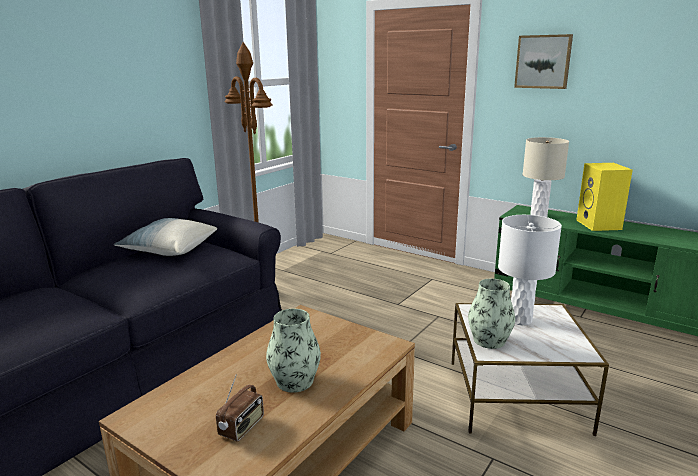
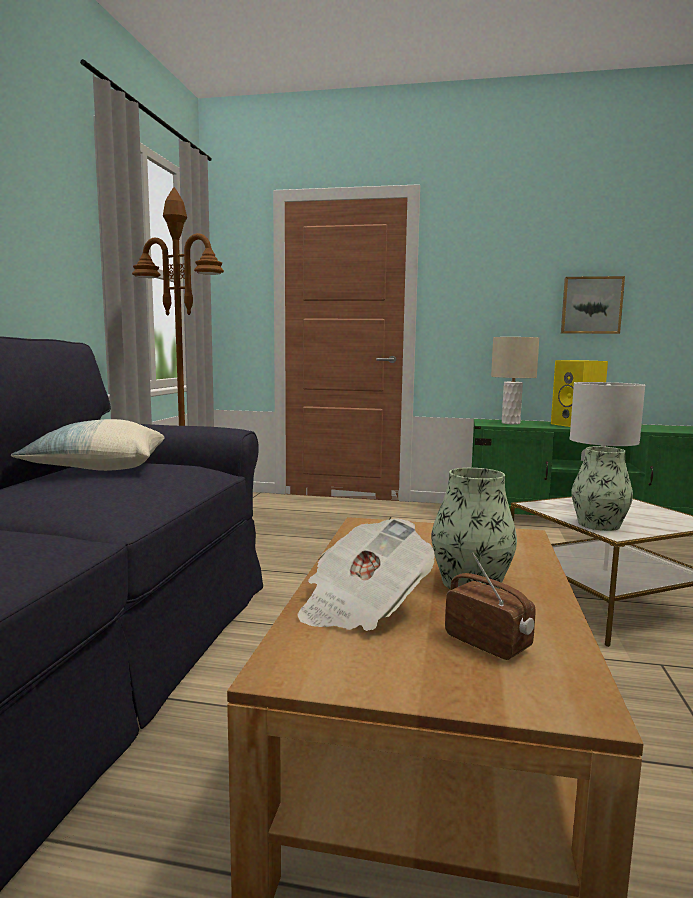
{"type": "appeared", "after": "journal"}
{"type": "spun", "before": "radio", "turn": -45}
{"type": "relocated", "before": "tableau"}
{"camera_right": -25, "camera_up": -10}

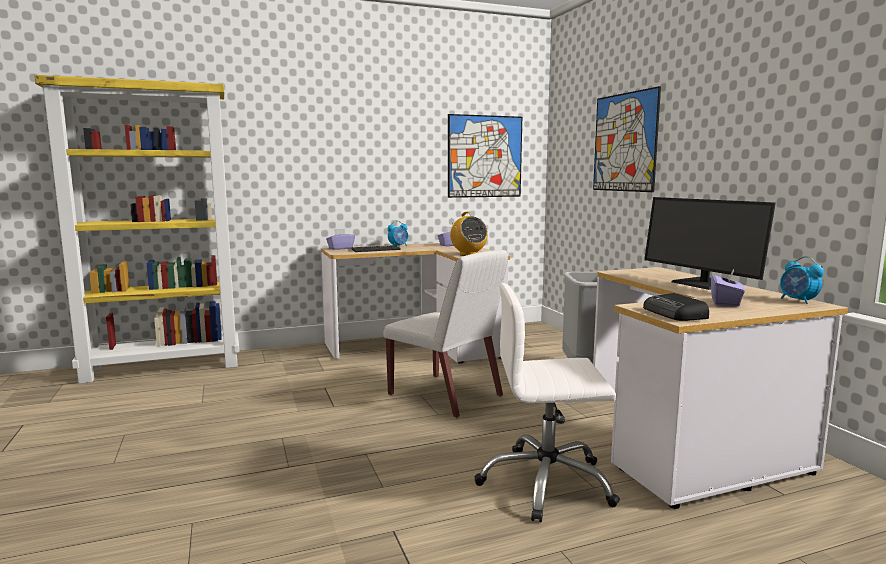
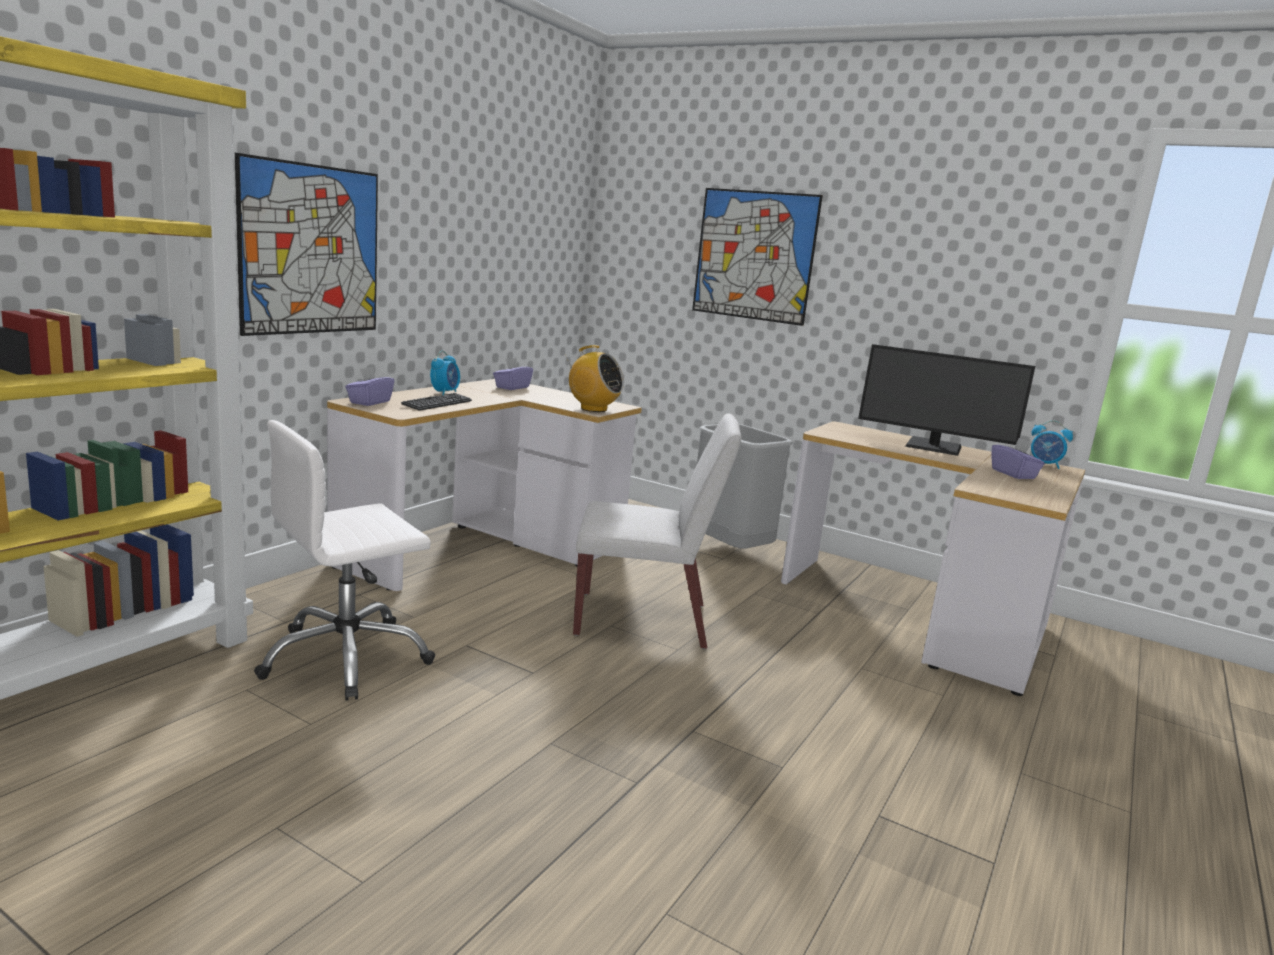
{"type": "relocated", "before": "tableau (no. 1 from left)"}
{"type": "relocated", "before": "chaise de bureau/blanc"}
{"type": "missing", "before": "radio (no. 2 from left)"}
{"camera_right": -40, "camera_up": 5}

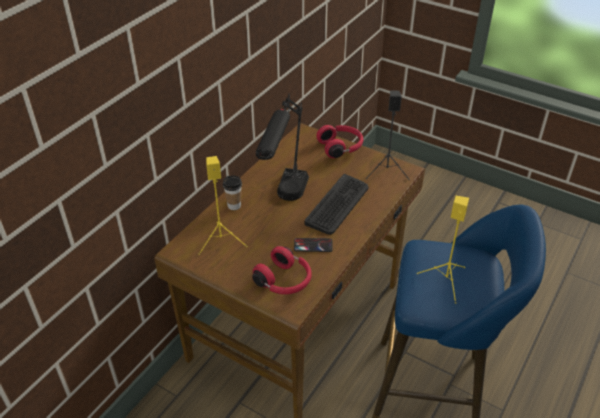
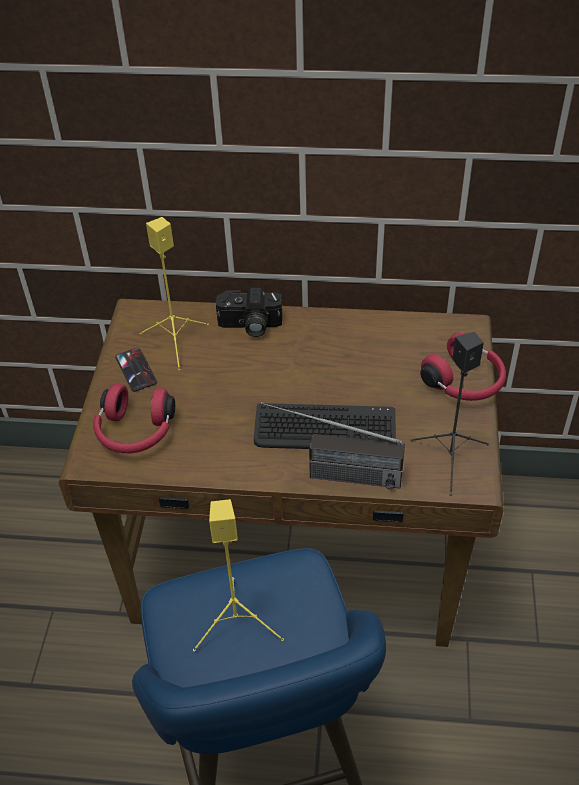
{"type": "relocated", "before": "téléphone"}
{"type": "exchanged", "before": "tasse", "after": "appareil photo"}
{"type": "appeared", "after": "radio"}
{"type": "missing", "before": "lampe de table/noir"}
{"camera_right": 65, "camera_up": 5}

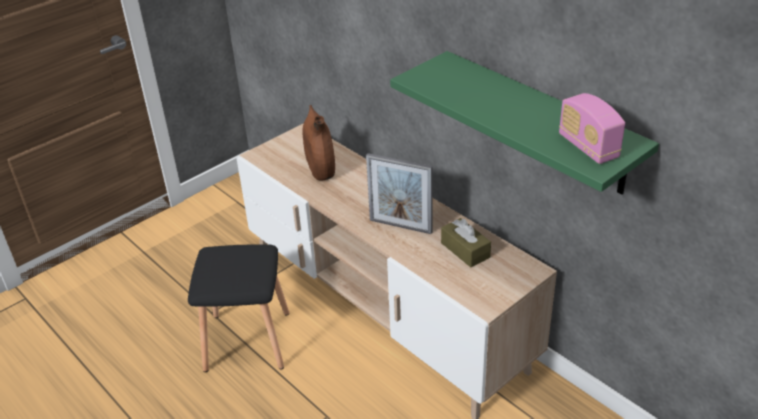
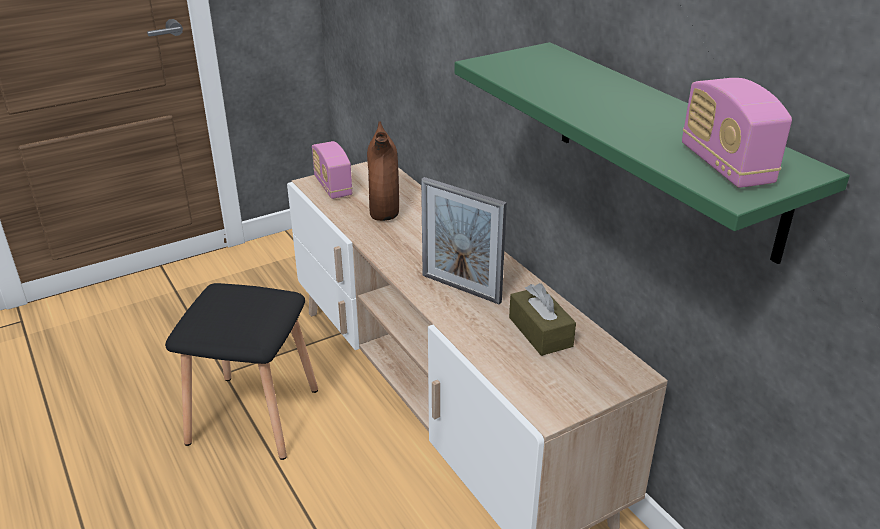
{"type": "appeared", "after": "radio (no. 1 from left)"}
{"camera_right": 10, "camera_up": -5}

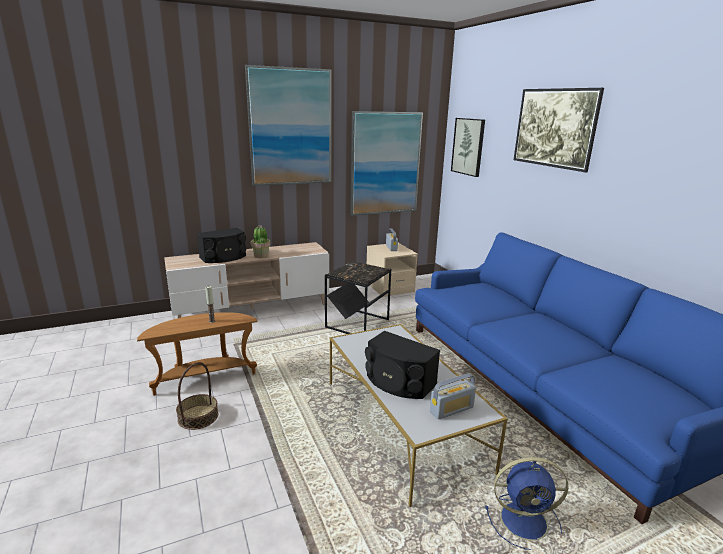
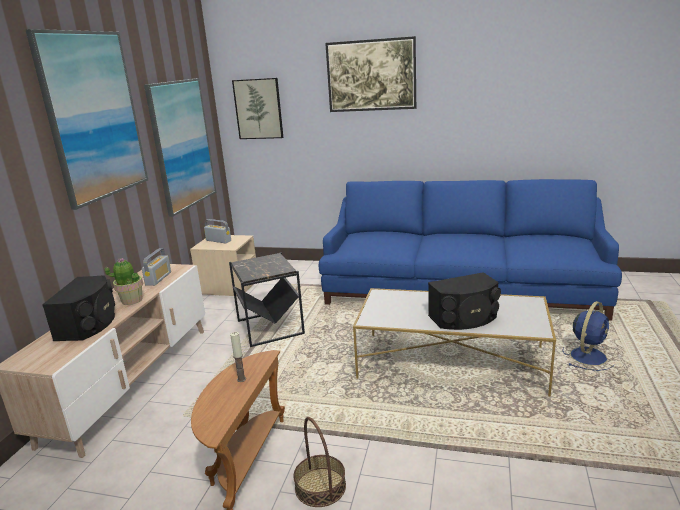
{"type": "relocated", "before": "radio (no. 2 from left in the first image)", "after": "radio (no. 1 from left)"}
{"camera_right": -50, "camera_up": 0}

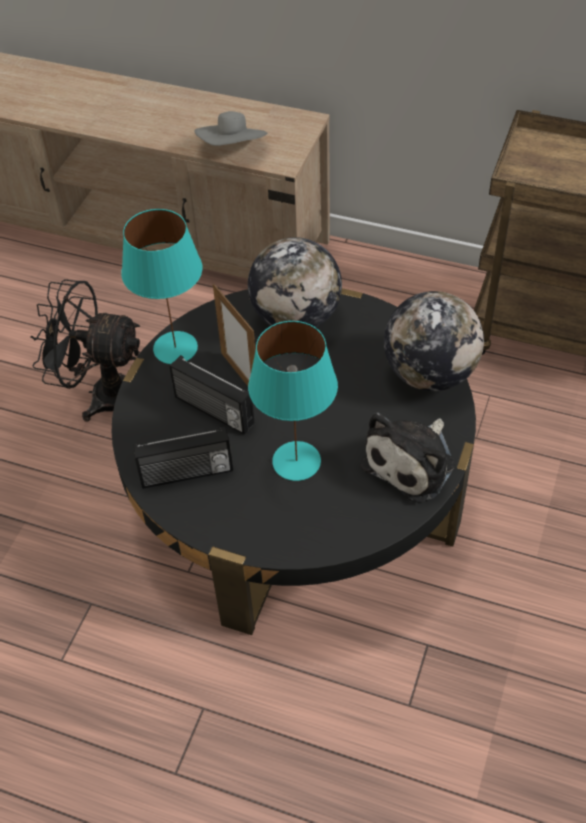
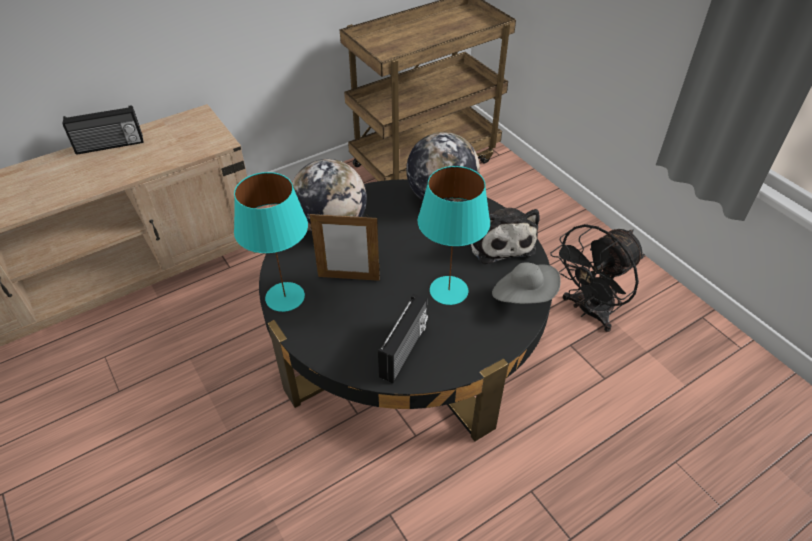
{"type": "relocated", "before": "radio (no. 2 from left in the first image)", "after": "radio (no. 1 from left)"}
{"type": "relocated", "before": "chapeau/gris"}
{"type": "relocated", "before": "ventilateur/noir"}
{"camera_right": -55, "camera_up": -5}

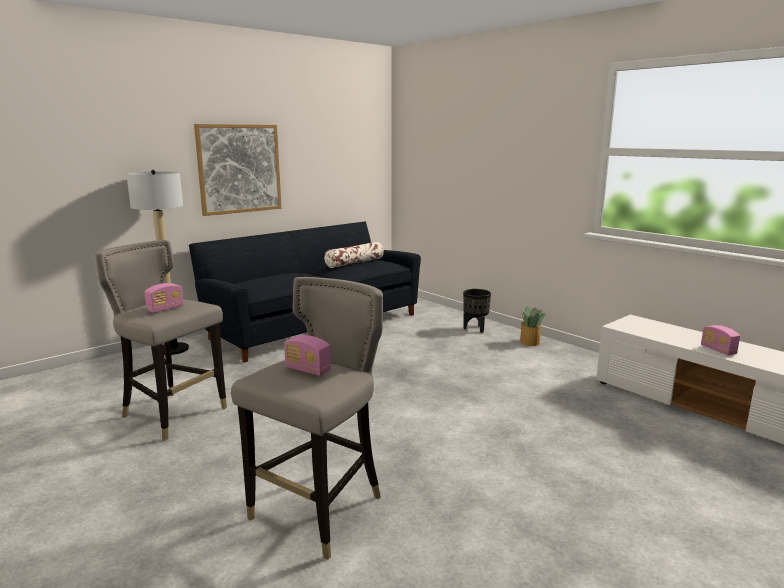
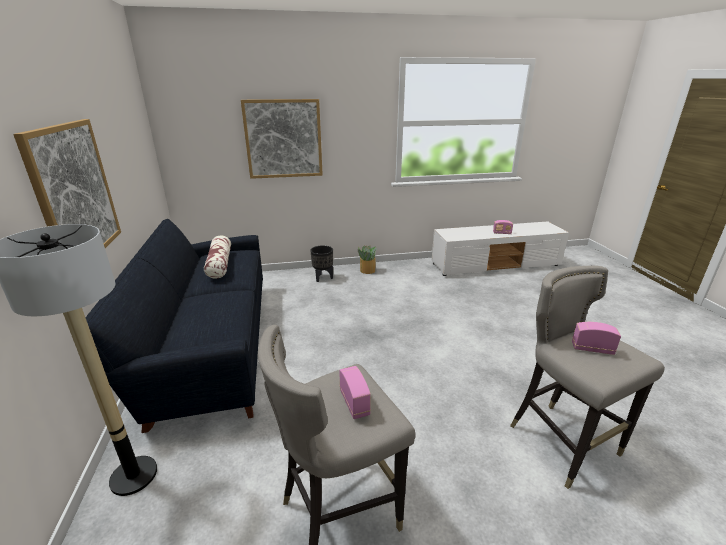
{"type": "appeared", "after": "tableau (no. 2 from left)"}
{"type": "spun", "before": "radio (no. 2 from left in the first image)", "turn": -135}
{"camera_right": -60, "camera_up": 10}

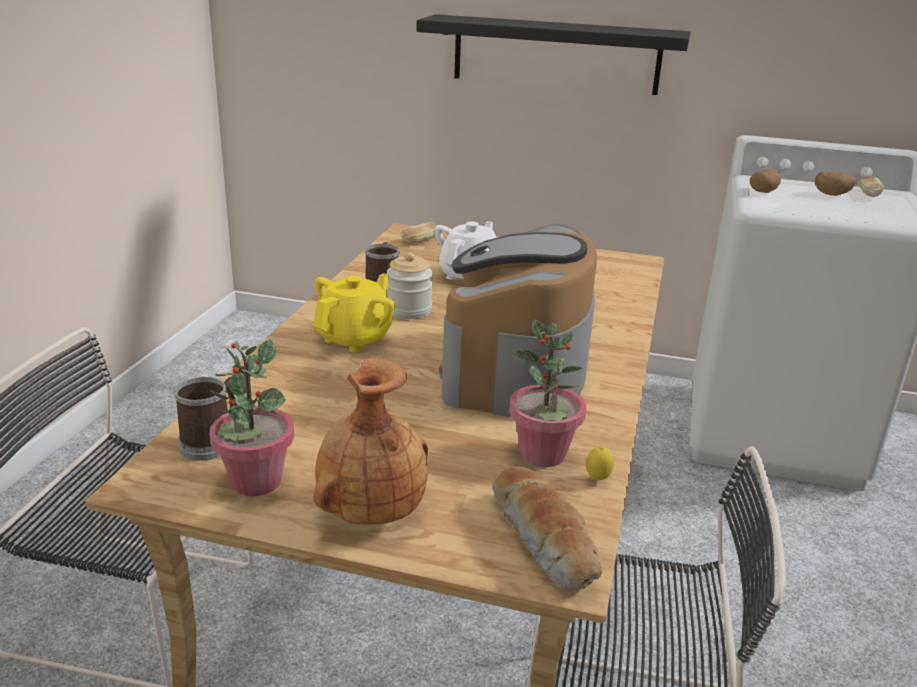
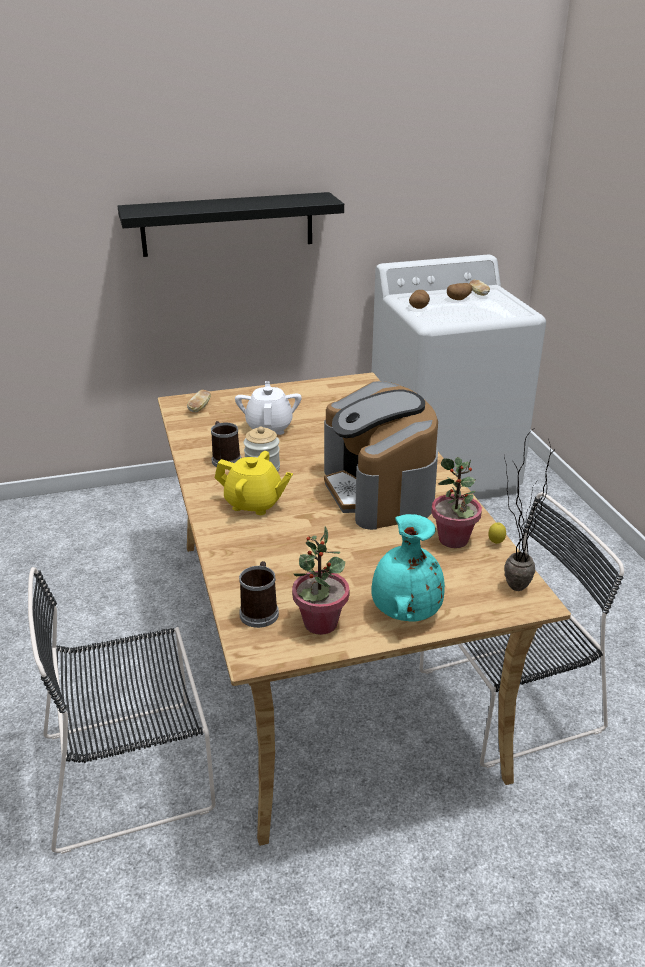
{"type": "spun", "before": "théière/jaune", "turn": 105}
{"type": "colour", "before": "vase/marron", "after": "vase/turquoise"}
{"type": "exchanged", "before": "pain (no. 2 from left)", "after": "plante en pot (no. 3 from left)"}
{"camera_right": -30, "camera_up": 5}

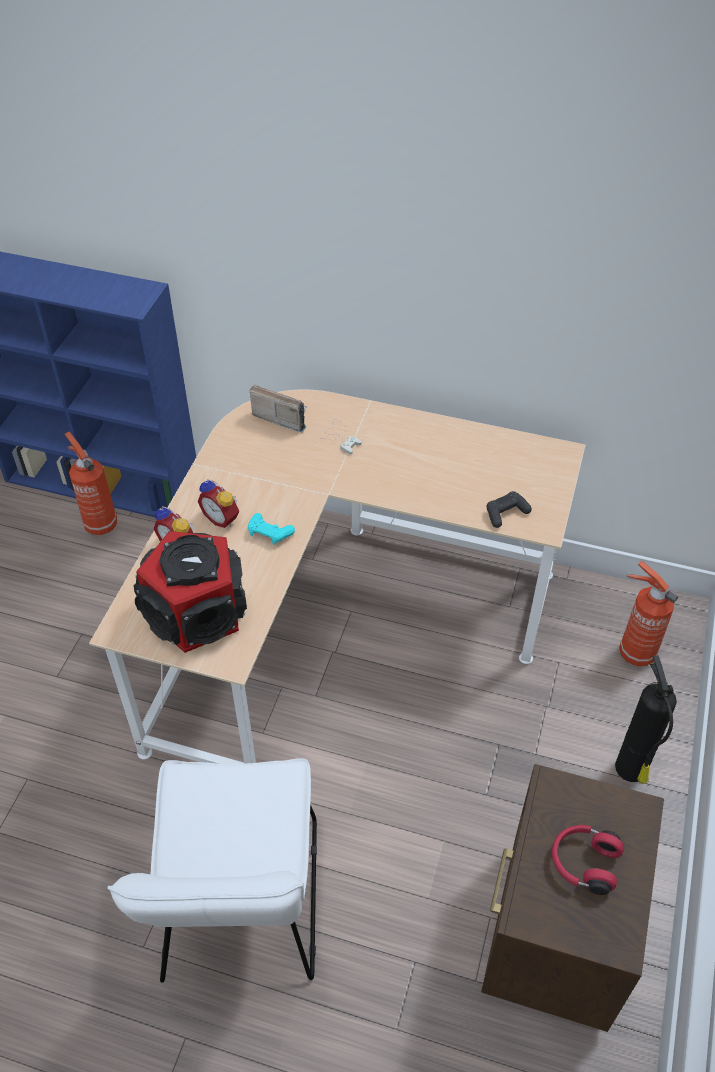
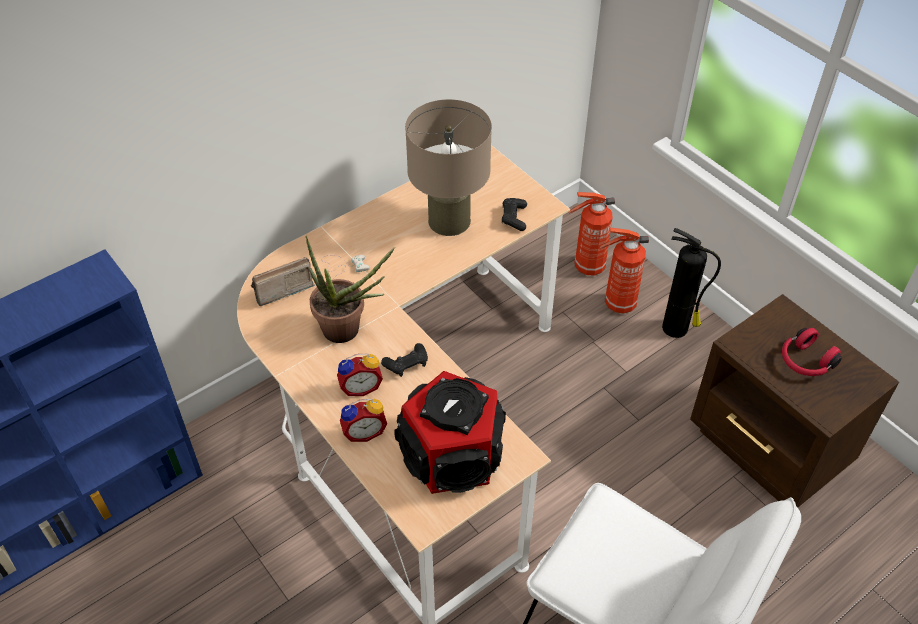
{"type": "appeared", "after": "plante en pot"}
{"type": "colour", "before": "manette/turquoise", "after": "manette/noir (no. 1 from left)"}
{"type": "appeared", "after": "lampe de table/beige"}
{"type": "relocated", "before": "extincteur (no. 1 from left in the first image)", "after": "extincteur (no. 2 from left)"}
{"camera_right": -55, "camera_up": 0}

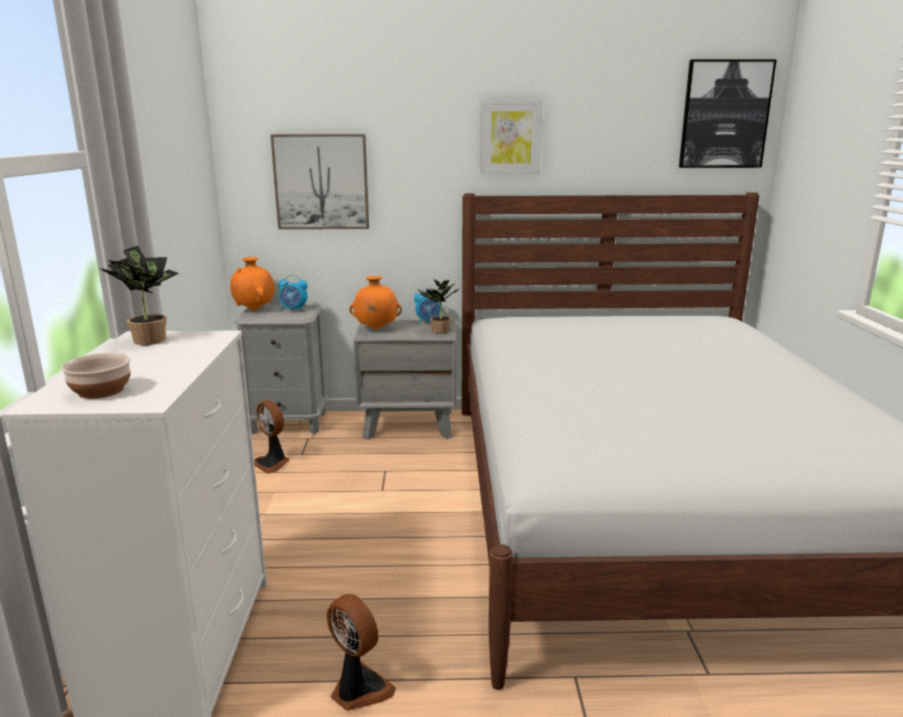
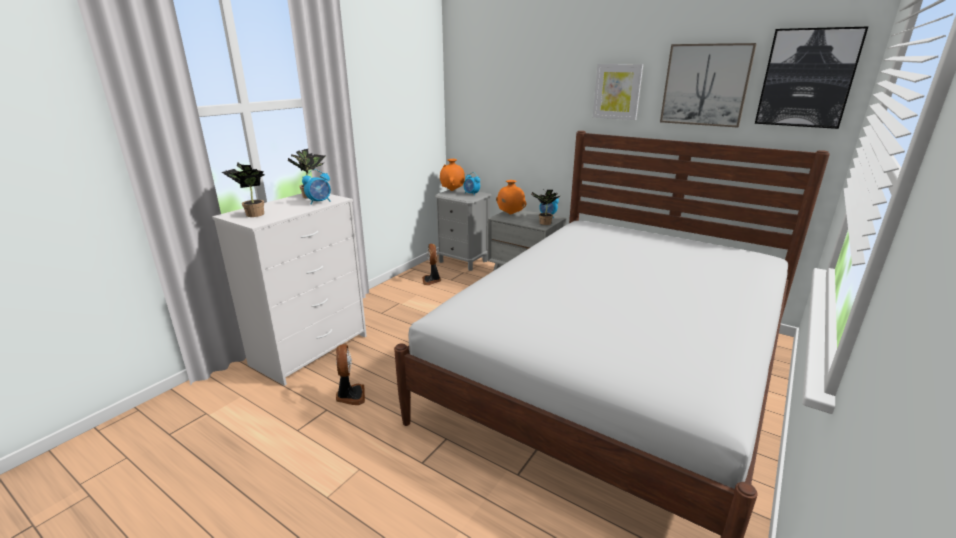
{"type": "exchanged", "before": "bol", "after": "plante en pot (no. 1 from left)"}
{"type": "appeared", "after": "réveil (no. 1 from left)"}
{"type": "relocated", "before": "tableau (no. 1 from left in the first image)", "after": "tableau (no. 2 from left)"}
{"camera_right": 35, "camera_up": 5}

